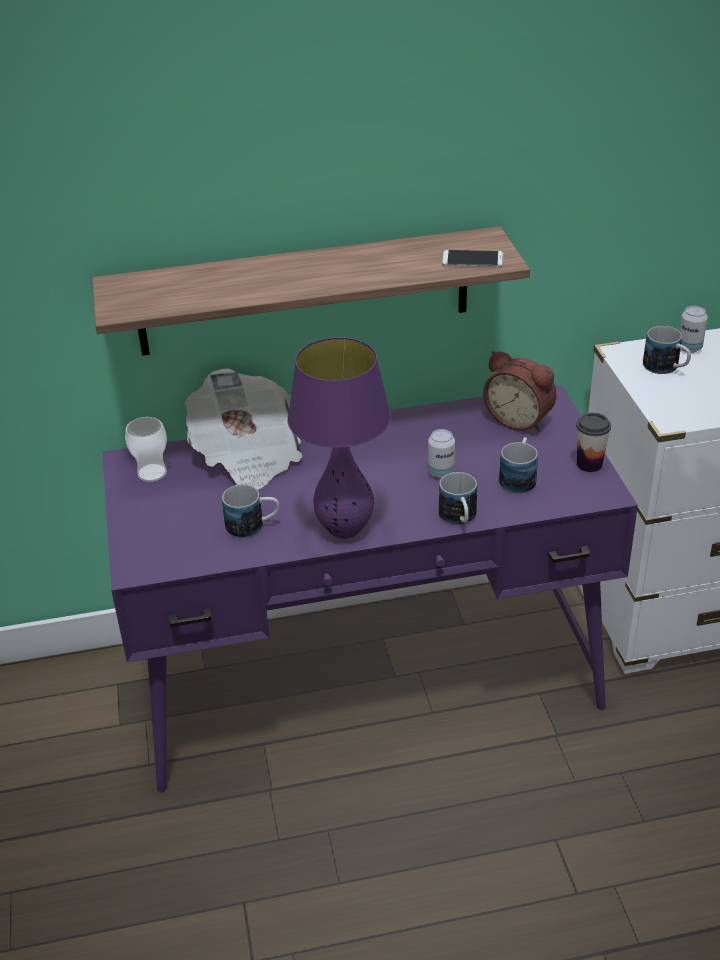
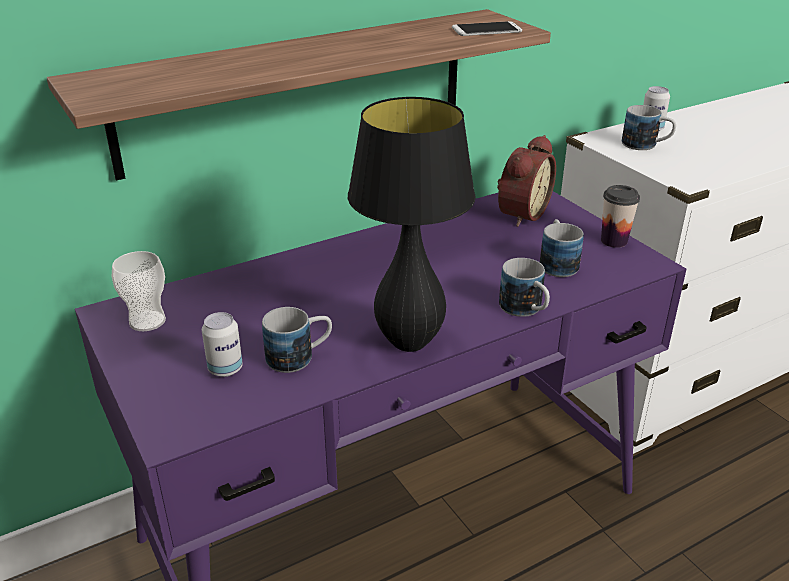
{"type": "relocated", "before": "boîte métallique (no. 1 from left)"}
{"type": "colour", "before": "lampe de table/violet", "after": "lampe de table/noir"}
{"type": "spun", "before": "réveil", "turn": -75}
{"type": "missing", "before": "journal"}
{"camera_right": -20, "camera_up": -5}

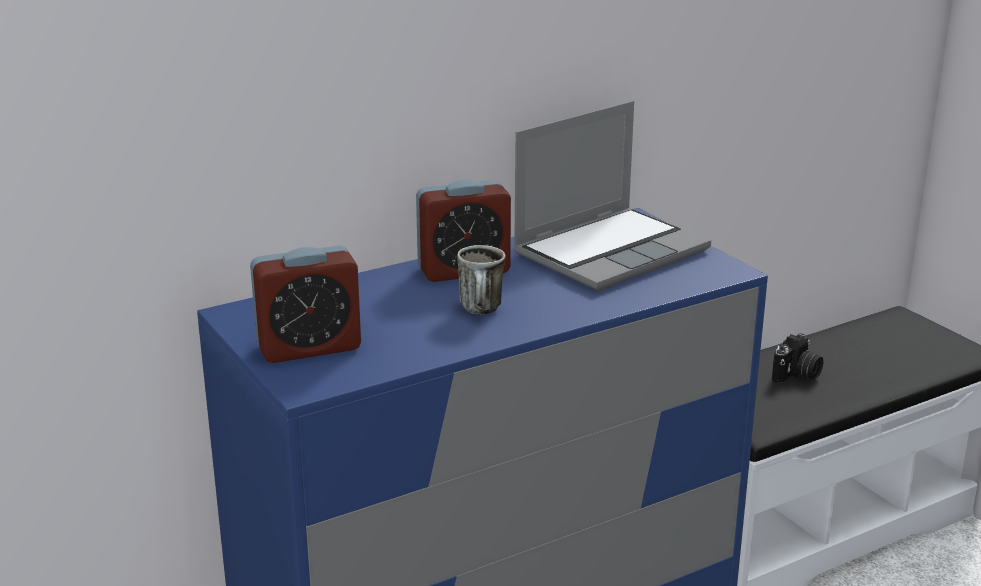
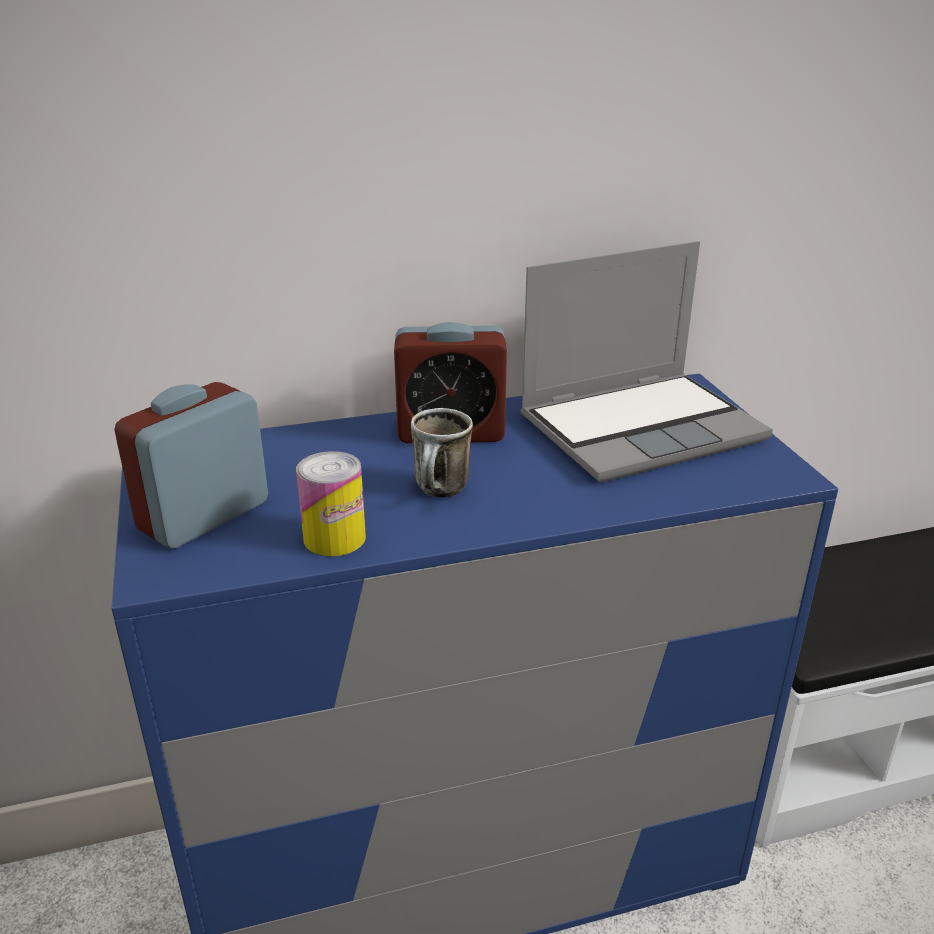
{"type": "spun", "before": "réveil (no. 1 from left)", "turn": 135}
{"type": "appeared", "after": "boîte métallique"}
{"type": "missing", "before": "appareil photo"}
{"camera_right": 15, "camera_up": 5}

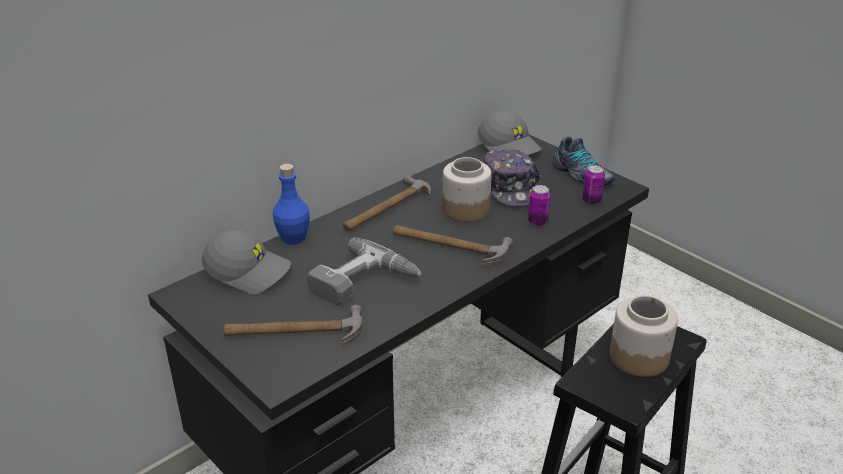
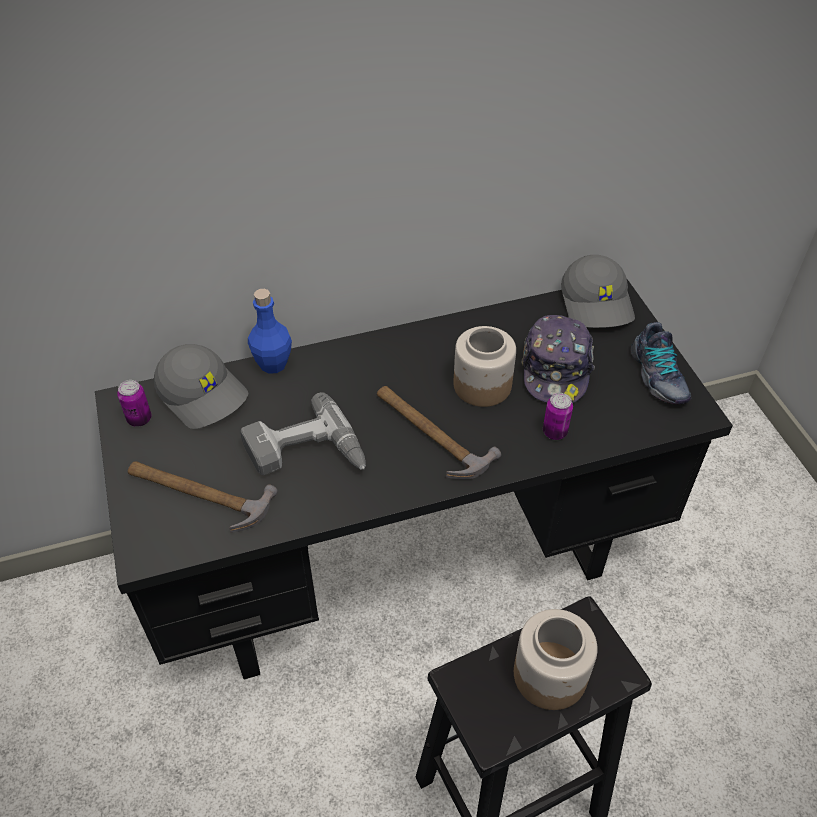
{"type": "relocated", "before": "boîte métallique (no. 2 from left in the first image)", "after": "boîte métallique (no. 1 from left)"}
{"type": "missing", "before": "marteau (no. 2 from left)"}
{"camera_right": 25, "camera_up": 15}

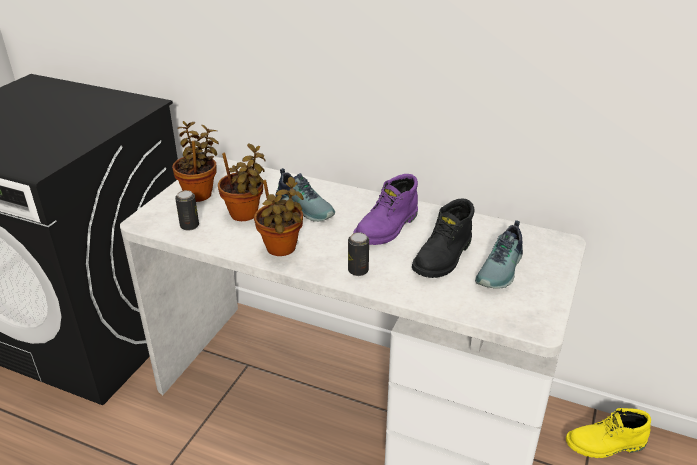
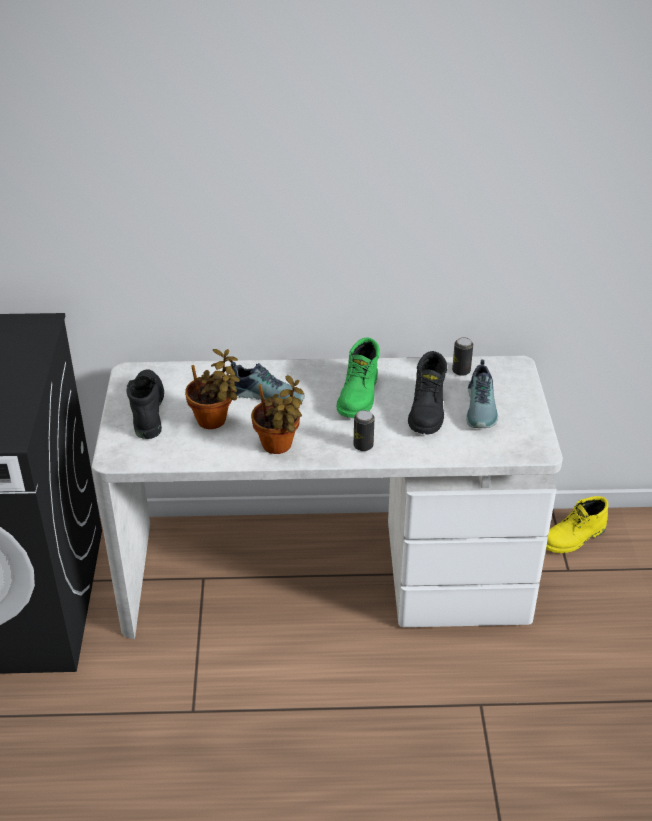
{"type": "exchanged", "before": "plante en pot (no. 1 from left)", "after": "botte/noir (no. 1 from left)"}
{"type": "colour", "before": "botte/violet", "after": "botte/vert"}
{"type": "relocated", "before": "boîte métallique (no. 1 from left in the first image)", "after": "boîte métallique (no. 2 from left)"}
{"camera_right": -25, "camera_up": 5}

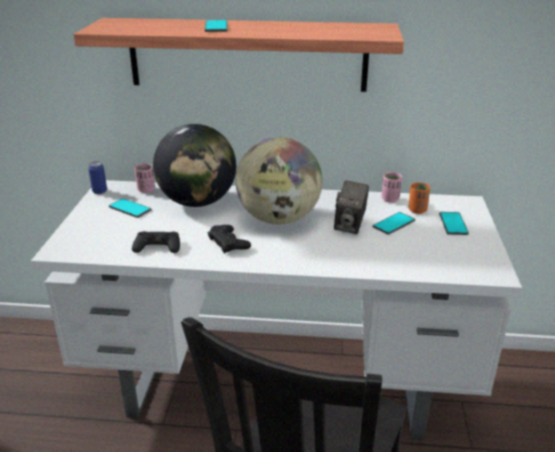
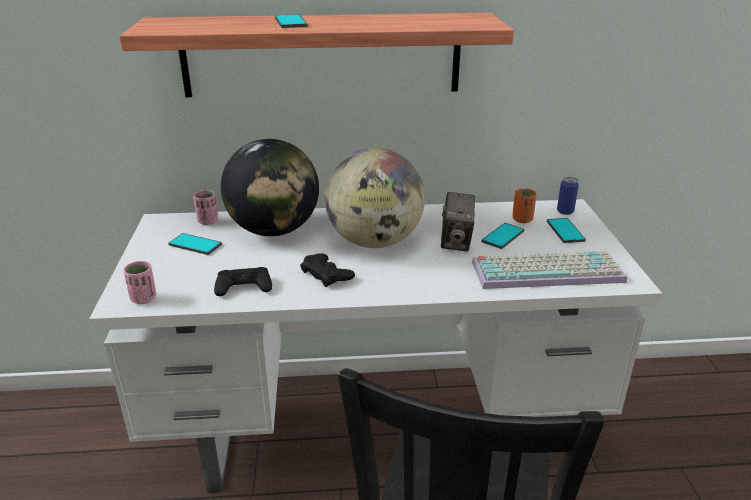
{"type": "relocated", "before": "tasse/rose (no. 2 from left in the first image)", "after": "tasse/rose (no. 1 from left)"}
{"type": "appeared", "after": "clavier"}
{"type": "relocated", "before": "boîte métallique"}
{"camera_right": -10, "camera_up": 0}

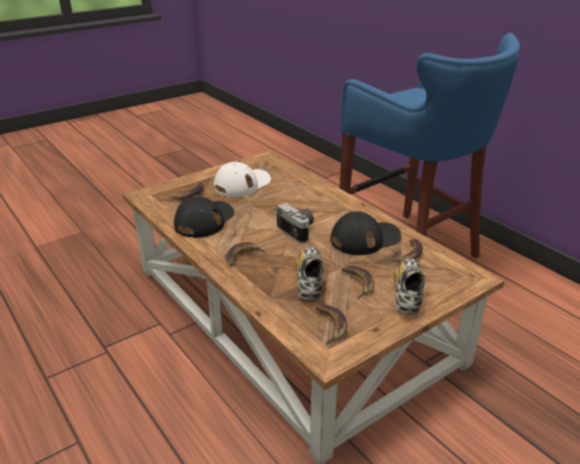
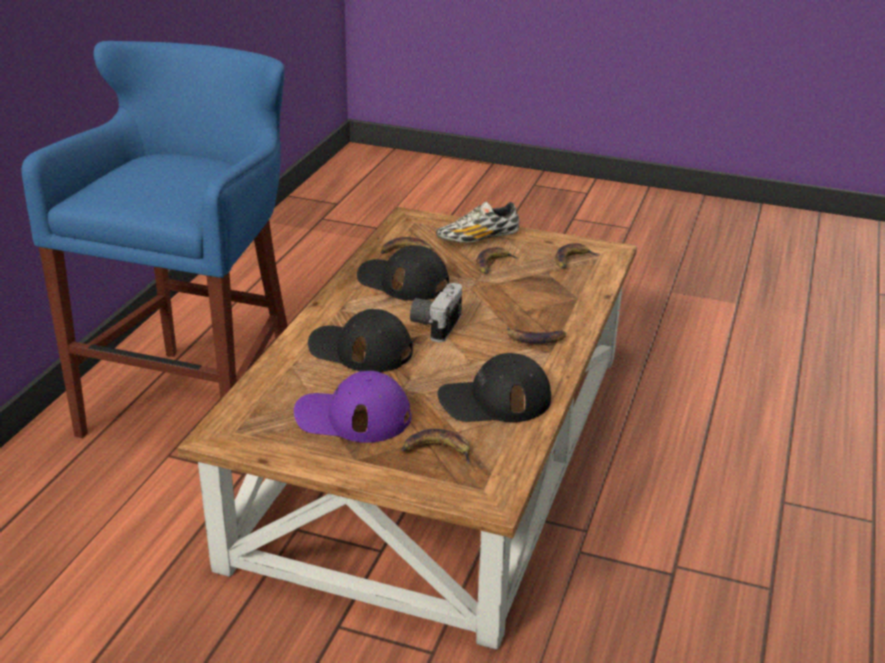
{"type": "colour", "before": "casquette/blanc", "after": "casquette/violet"}
{"type": "appeared", "after": "casquette/noir (no. 1 from left)"}
{"type": "missing", "before": "chaussure (no. 1 from left)"}
{"camera_right": -125, "camera_up": 0}

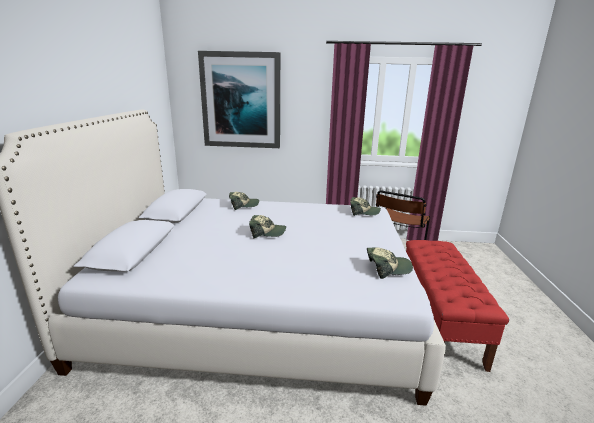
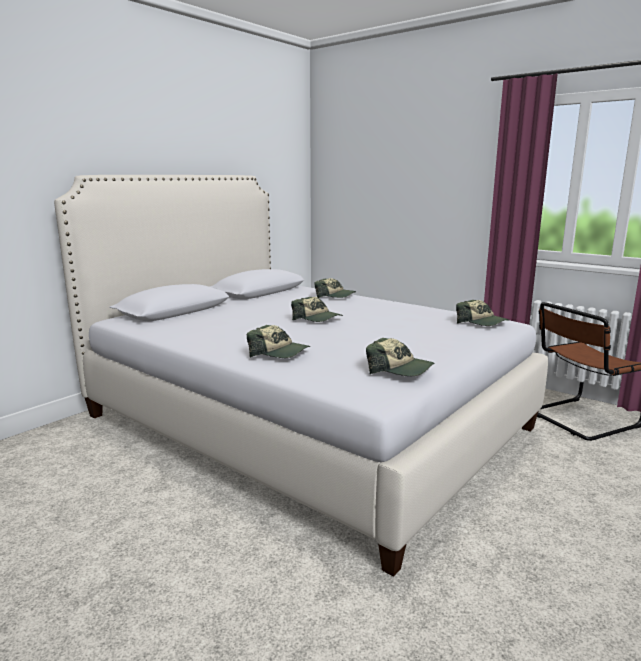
{"type": "appeared", "after": "casquette (no. 1 from left)"}
{"type": "missing", "before": "tableau"}
{"type": "missing", "before": "banc/rouge"}
{"camera_right": 35, "camera_up": -5}

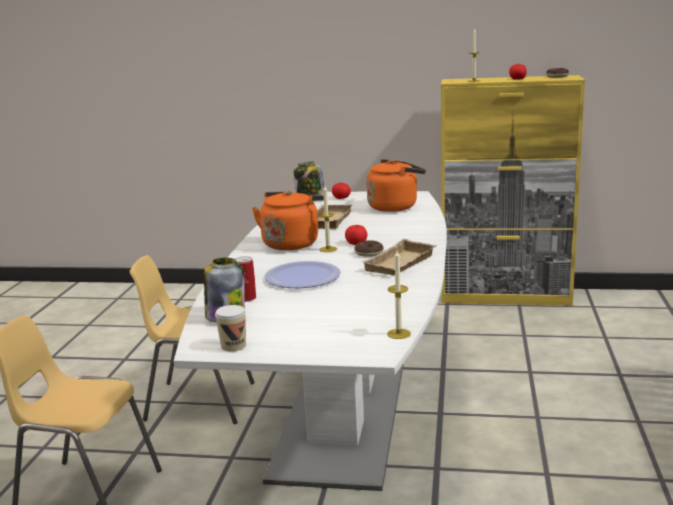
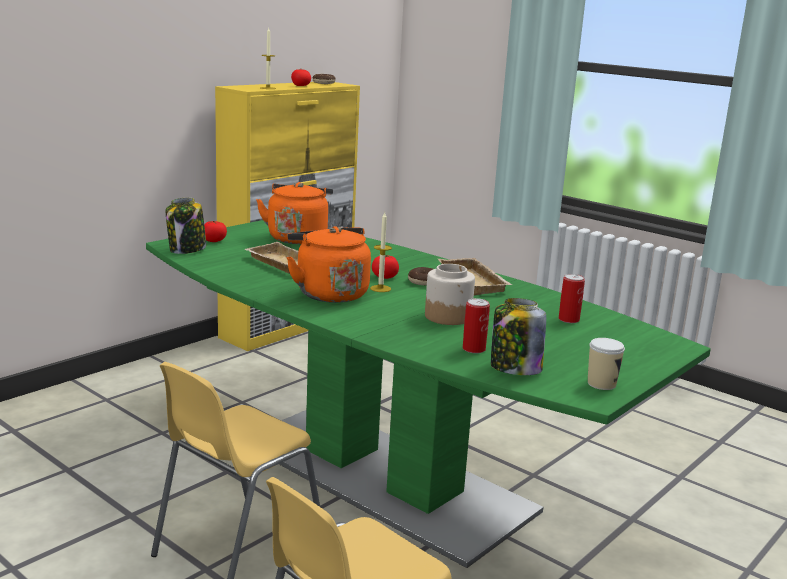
{"type": "colour", "before": "table à manger/blanc", "after": "table à manger/vert"}
{"type": "exchanged", "before": "assiette", "after": "bocal (no. 2 from left)"}
{"type": "appeared", "after": "boîte métallique (no. 2 from left)"}
{"type": "missing", "before": "bougie (no. 2 from left)"}
{"camera_right": -60, "camera_up": 0}

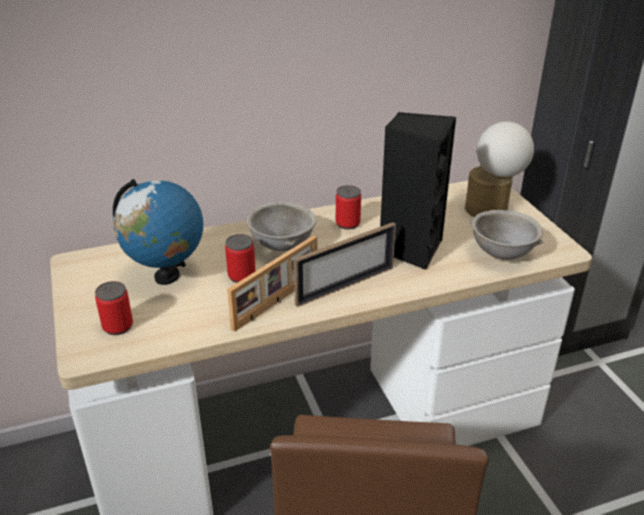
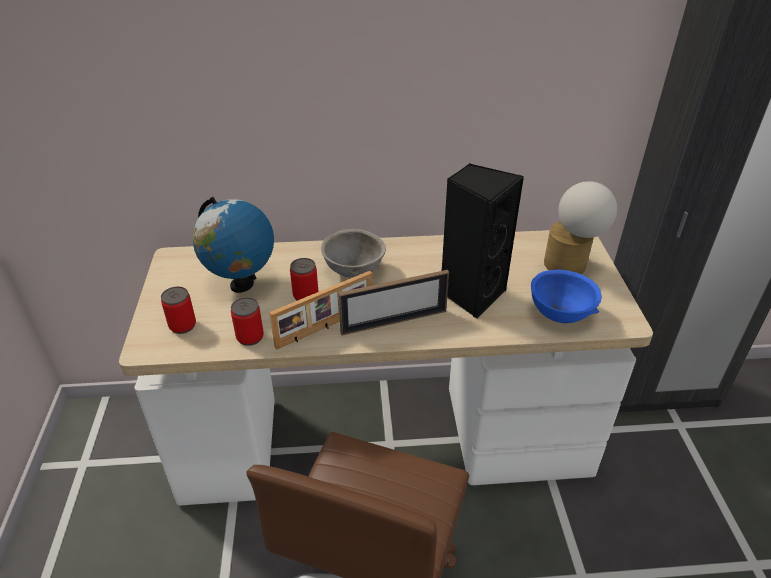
{"type": "relocated", "before": "boîte métallique (no. 3 from left in the first image)", "after": "boîte métallique (no. 2 from left)"}
{"type": "colour", "before": "bol/gris (no. 2 from left)", "after": "bol/bleu"}
{"camera_right": 15, "camera_up": 5}

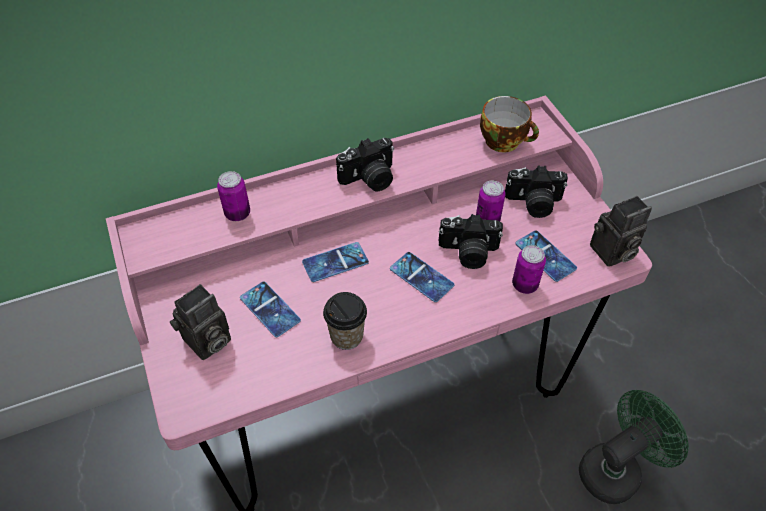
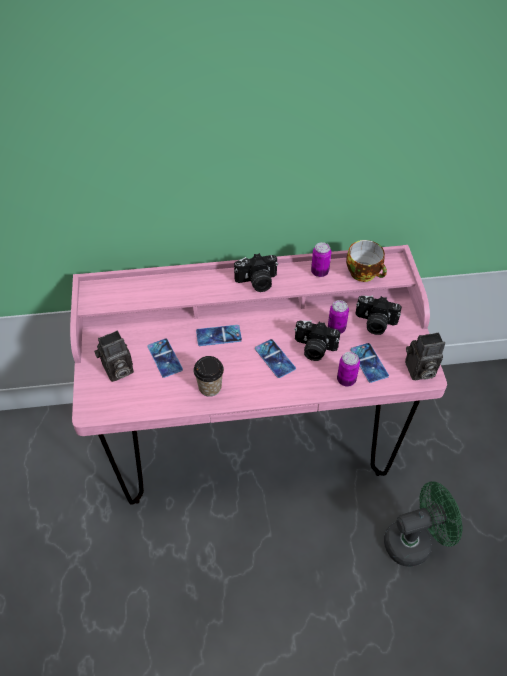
{"type": "relocated", "before": "boîte métallique (no. 1 from left)"}
{"camera_right": 15, "camera_up": 0}

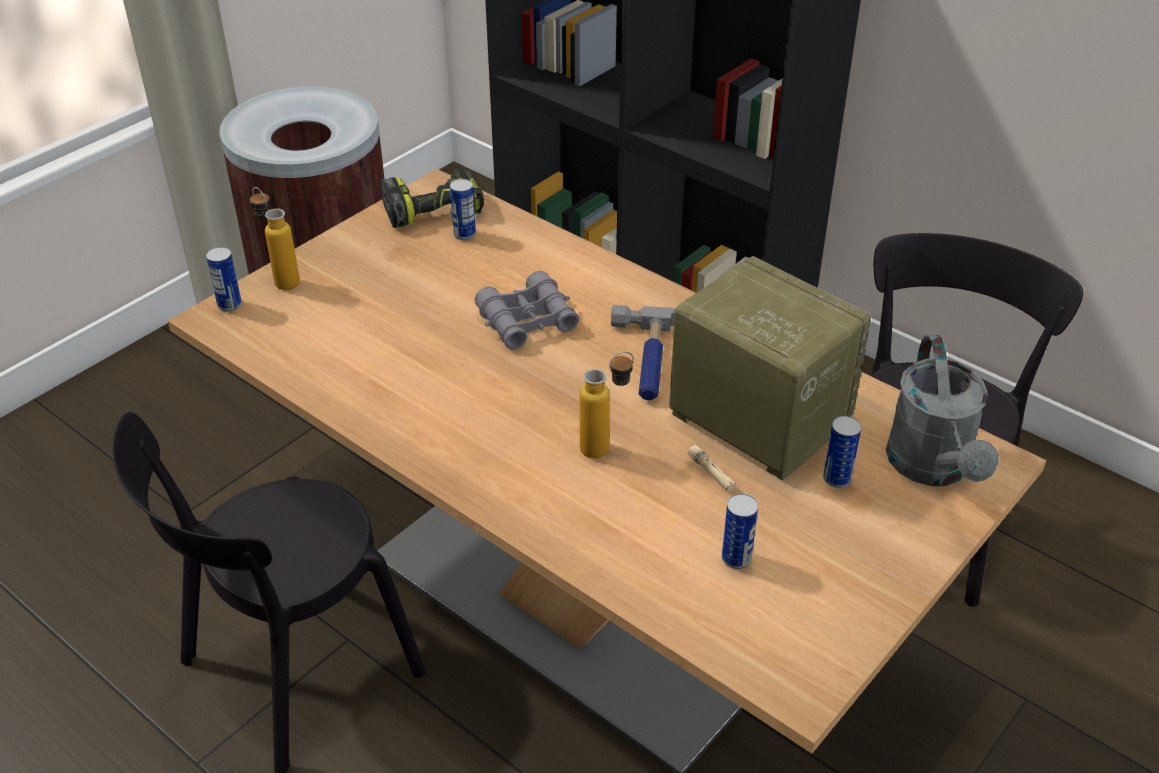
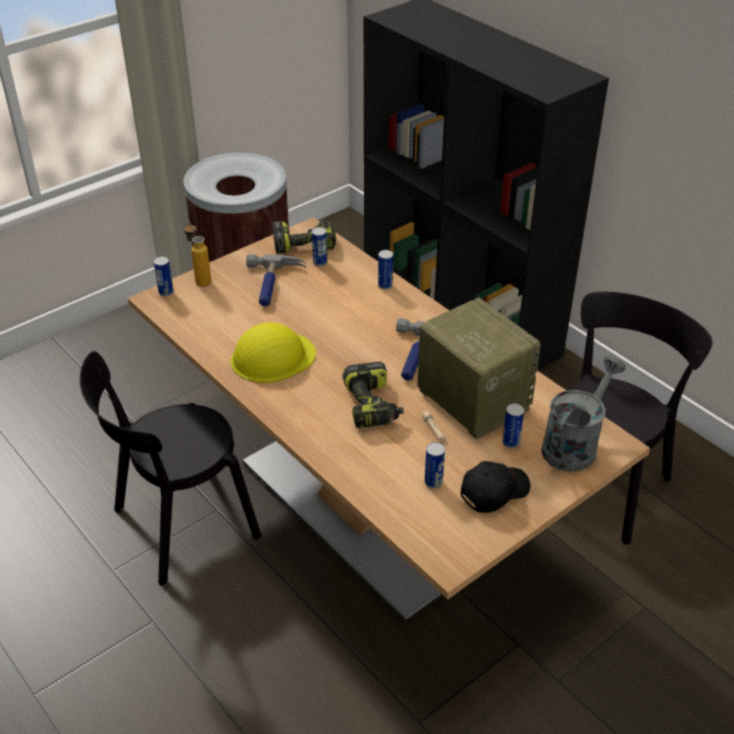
{"type": "appeared", "after": "casque de chantier/jaune"}
{"type": "appeared", "after": "marteau (no. 1 from left)"}
{"type": "exchanged", "before": "bouteille (no. 2 from left)", "after": "perceuse (no. 2 from left)"}
{"type": "appeared", "after": "boîte métallique (no. 3 from left)"}
{"type": "appeared", "after": "casquette/noir"}
{"type": "spun", "before": "arrosoir/gris", "turn": -150}
{"type": "missing", "before": "jumelles/gris"}
{"camera_right": 10, "camera_up": 0}

